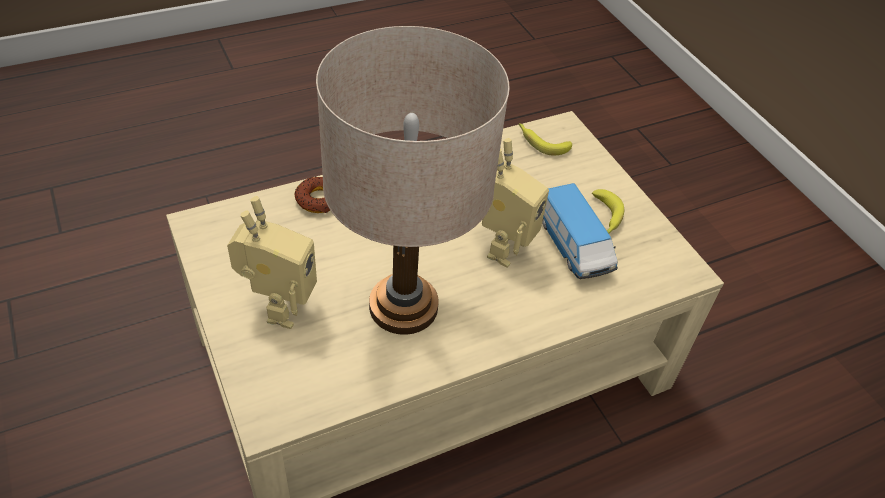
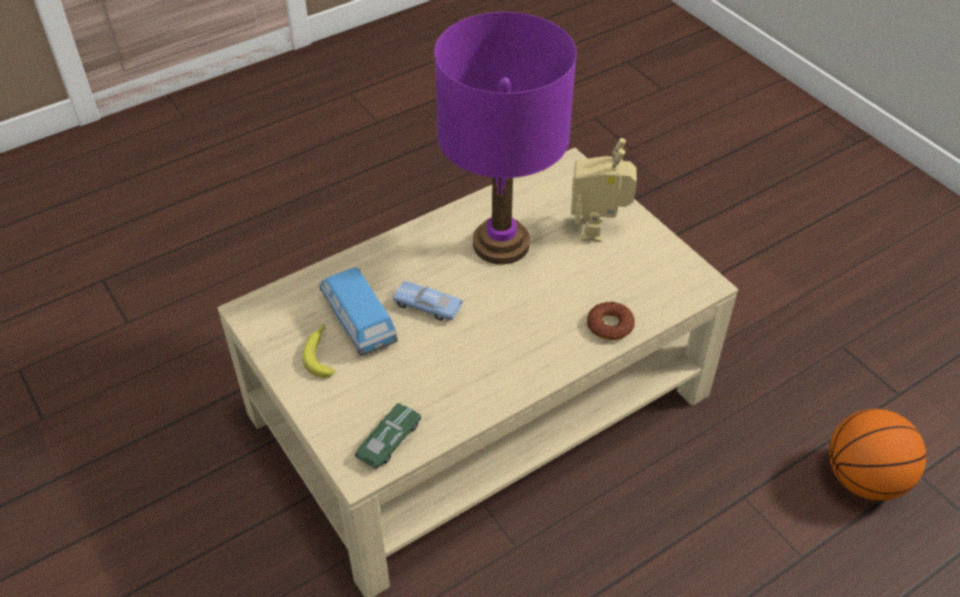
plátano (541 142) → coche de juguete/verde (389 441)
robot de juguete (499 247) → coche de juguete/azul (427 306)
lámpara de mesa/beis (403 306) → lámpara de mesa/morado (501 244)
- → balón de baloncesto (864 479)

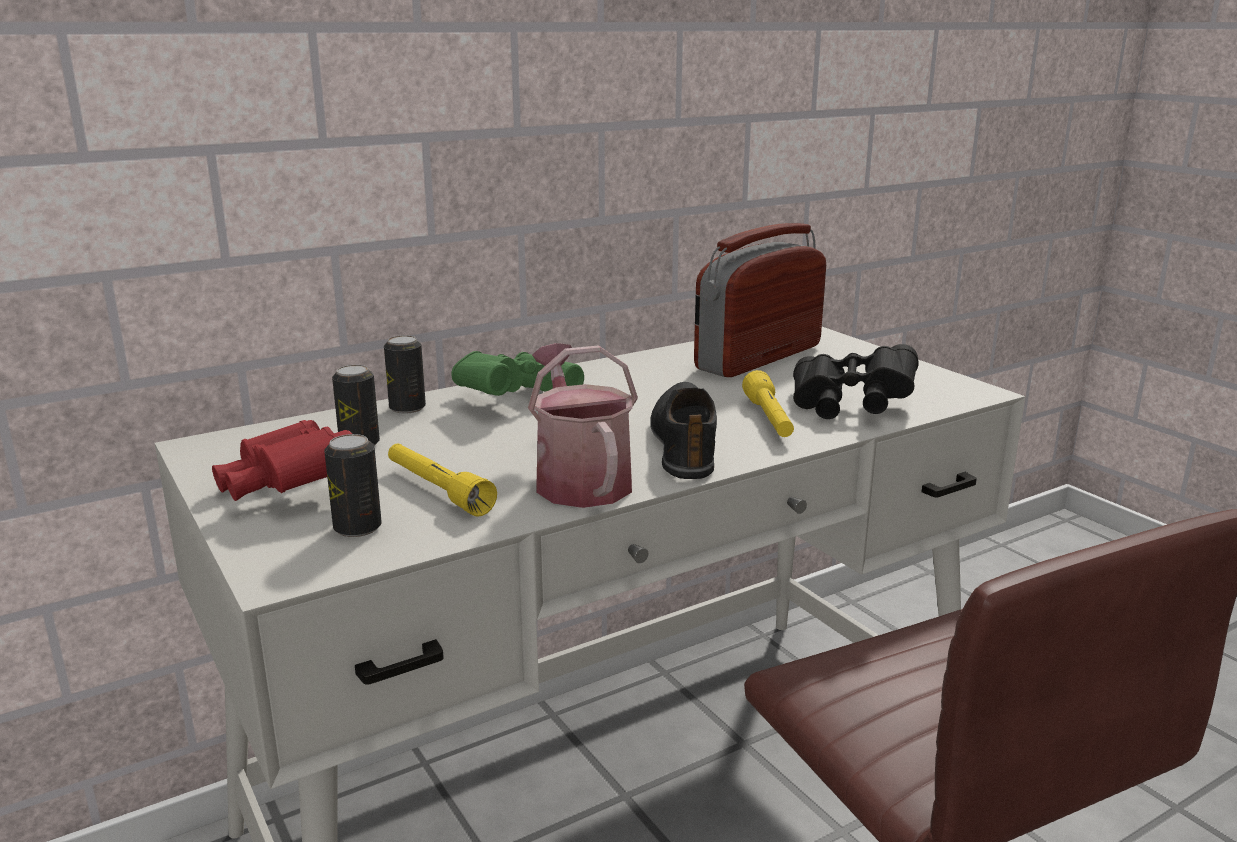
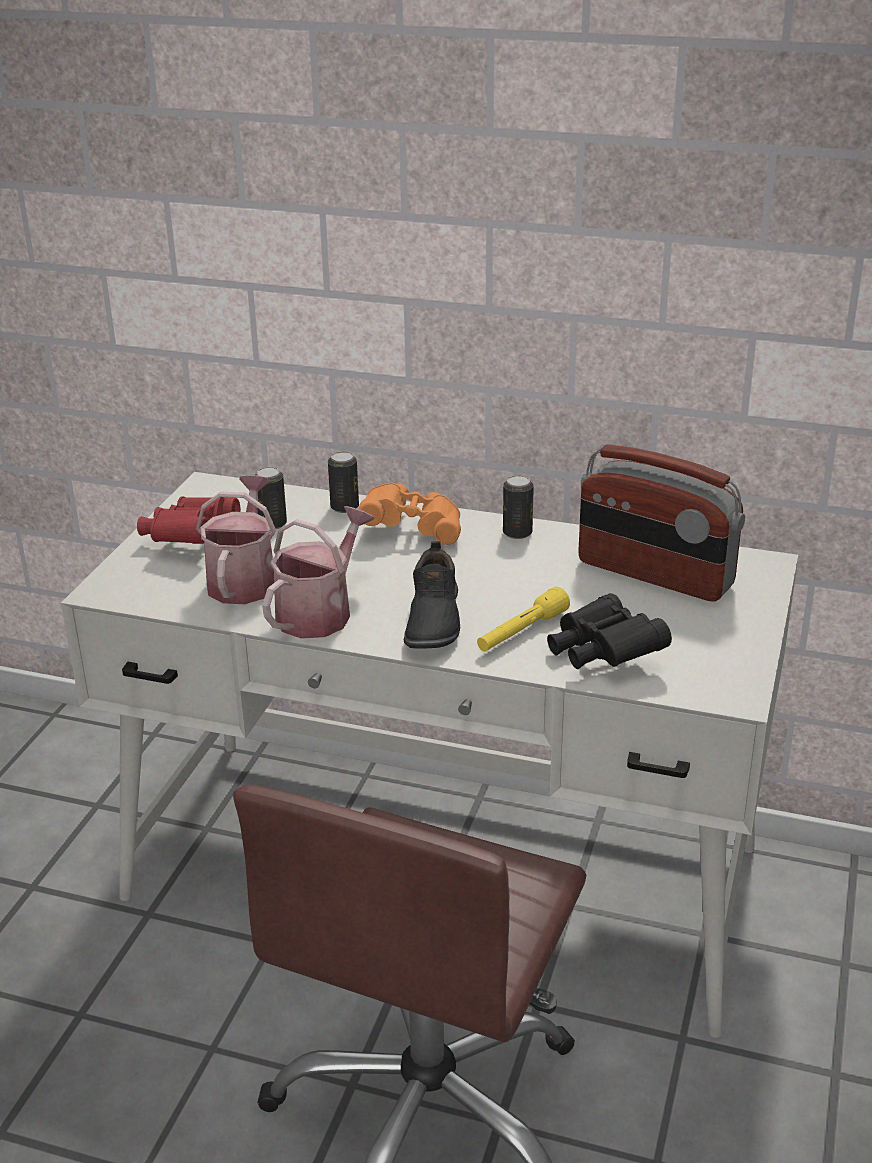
linterna/amarillo (438 490) → regadera (244 579)
prismáticos/verde (512 398) → prismáticos/naranja (413 529)
zapato/negro (686 441) → zapato/negro (432 620), 135 degrees clockwise
lata (357 528) → lata (517 533), relocated
radio (757 357) → radio (654 575), 150 degrees counterclockwise

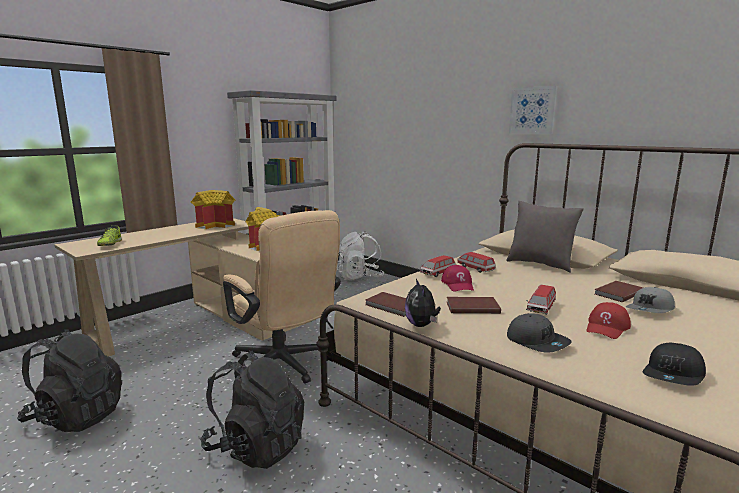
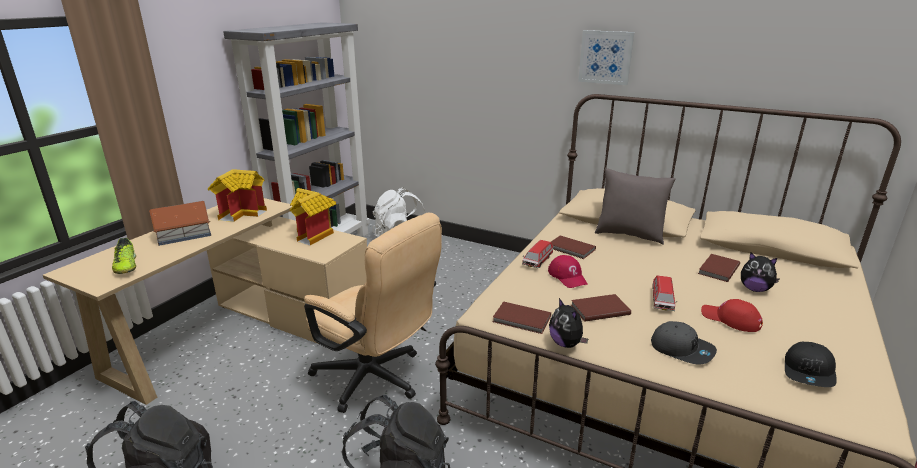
- → casita (183 234)
coche de juguete (475 268) → libro/marrón (571 249)
gorra/rojo (607 327) → gorra/rojo (730 319), 105 degrees clockwise
gorra/gris (650 310) → peluche (754 289)

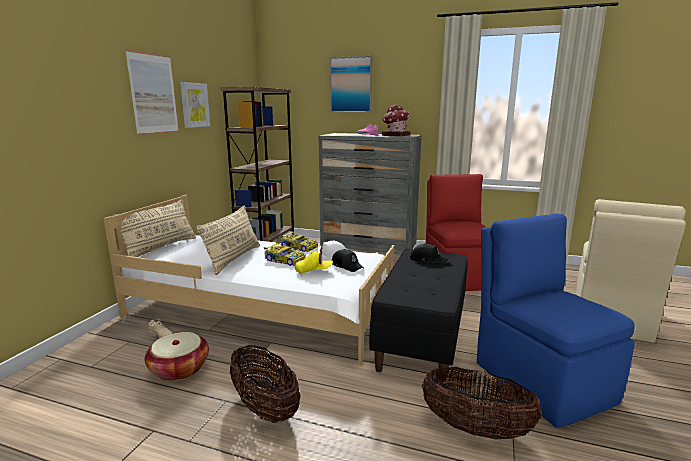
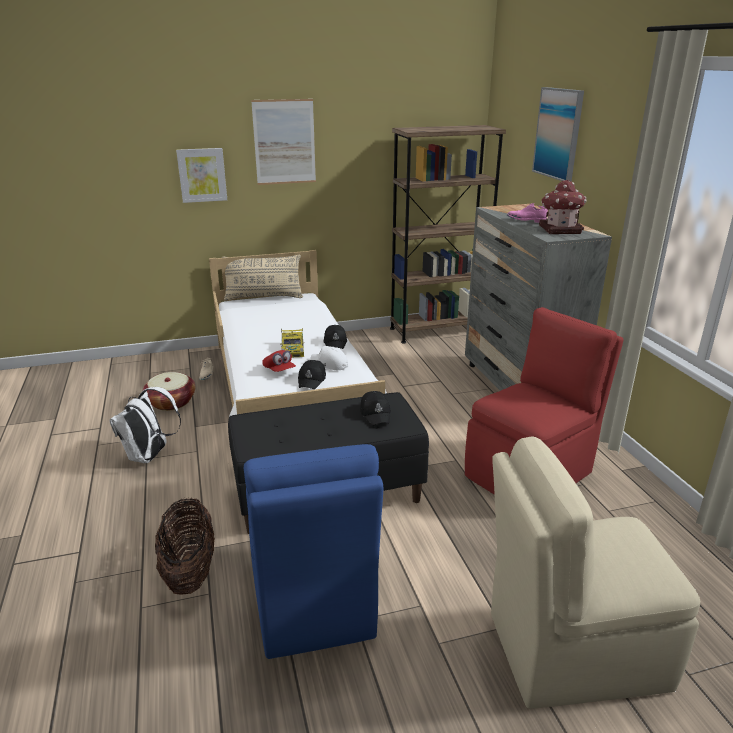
cesta (265 408) → mochila/blanco (149 456)
cuadro (194 105) → cuadro (202 175), relocated
silla/azul (540 380) → silla/azul (311 599), 135 degrees clockwise
gorra/amarillo (314 271) → gorra/rojo (279 370)
coche de juguete (298 247) → gorra/negro (335 342)
cojín/beis (234 259) → -

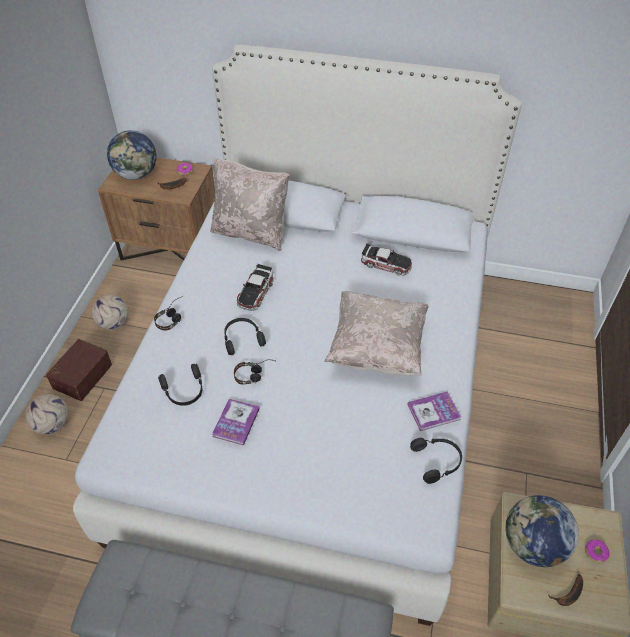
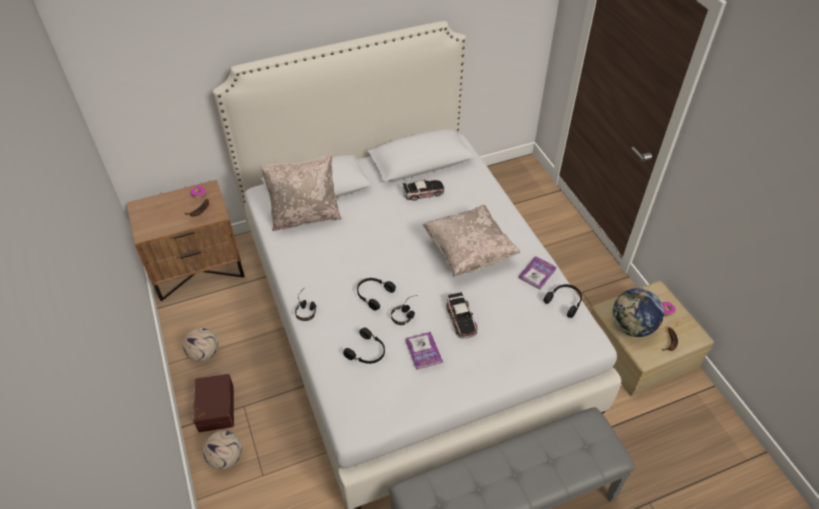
coche de juguete (255 292) → coche de juguete (461 319), relocated
globo terráqueo (137 175) → -

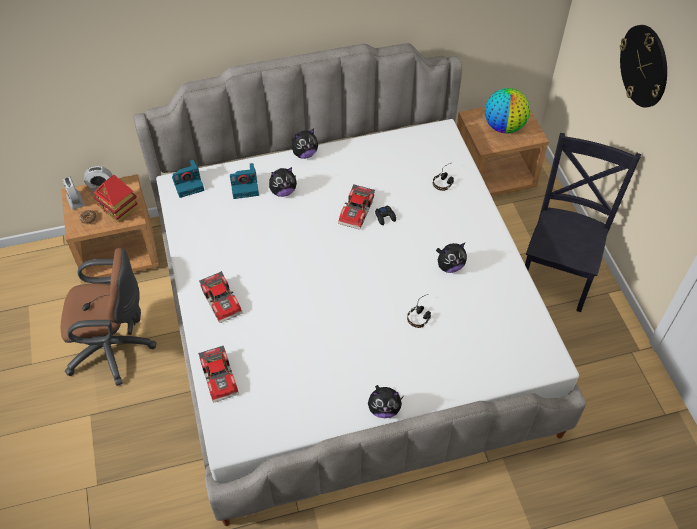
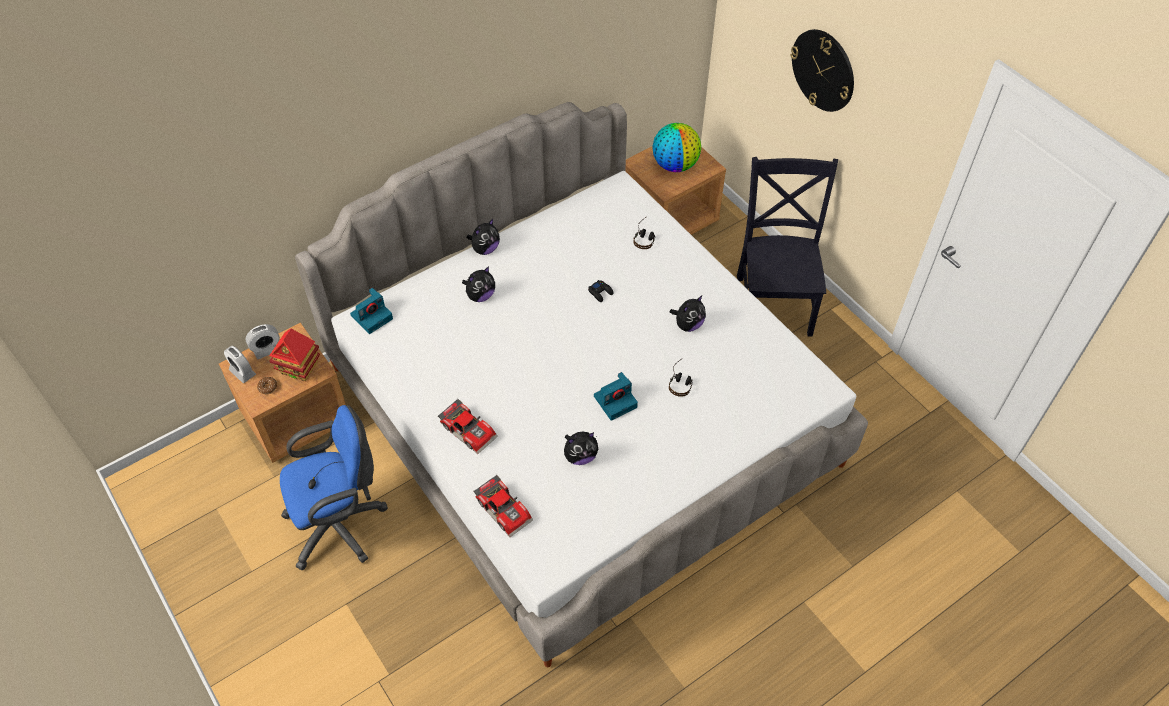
silla de oficina/marrón (115 348) → silla de oficina/azul (341 524)
peluche (384 409) → peluche (580 456), relocated
cámara (245 186) → cámara (616 401), relocated
coche de juguete (357 211) → -

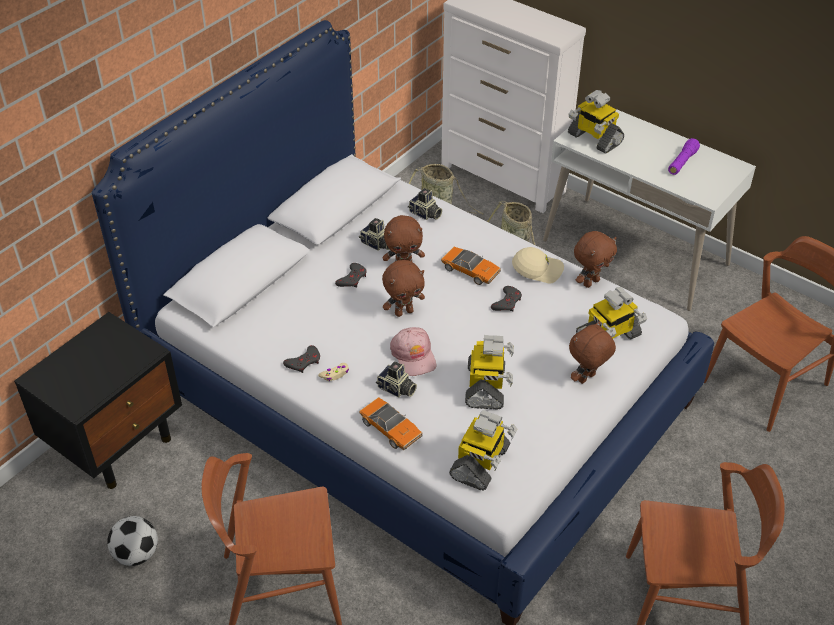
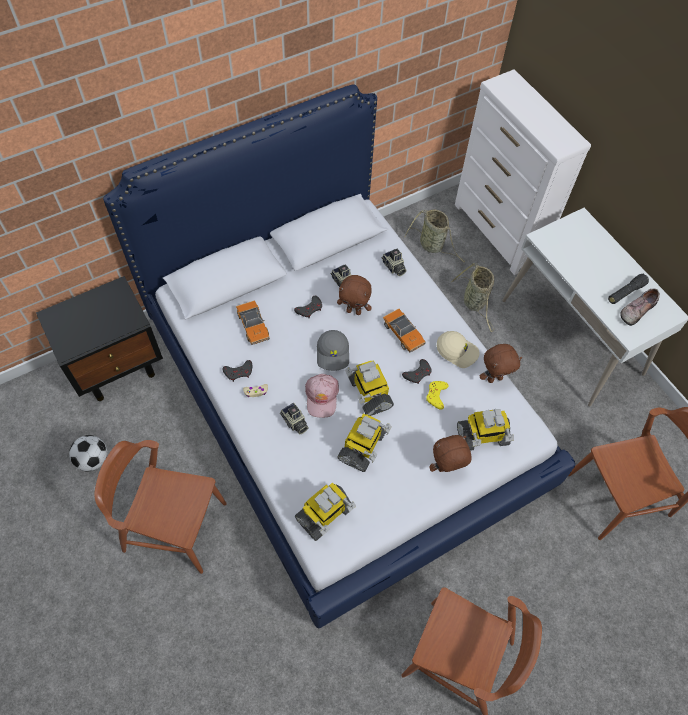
coche de juguete (391 429) → coche de juguete (253 326), relocated
peluche/marrón (404 312) → gorra/gris (333 354)
robot de juguete (594 139) → robot de juguete (369 393), relocated
- → mando de consola/amarillo (436 395)
linterna/morado (682 162) → linterna/negro (625 293)
- → zapato (636 309)

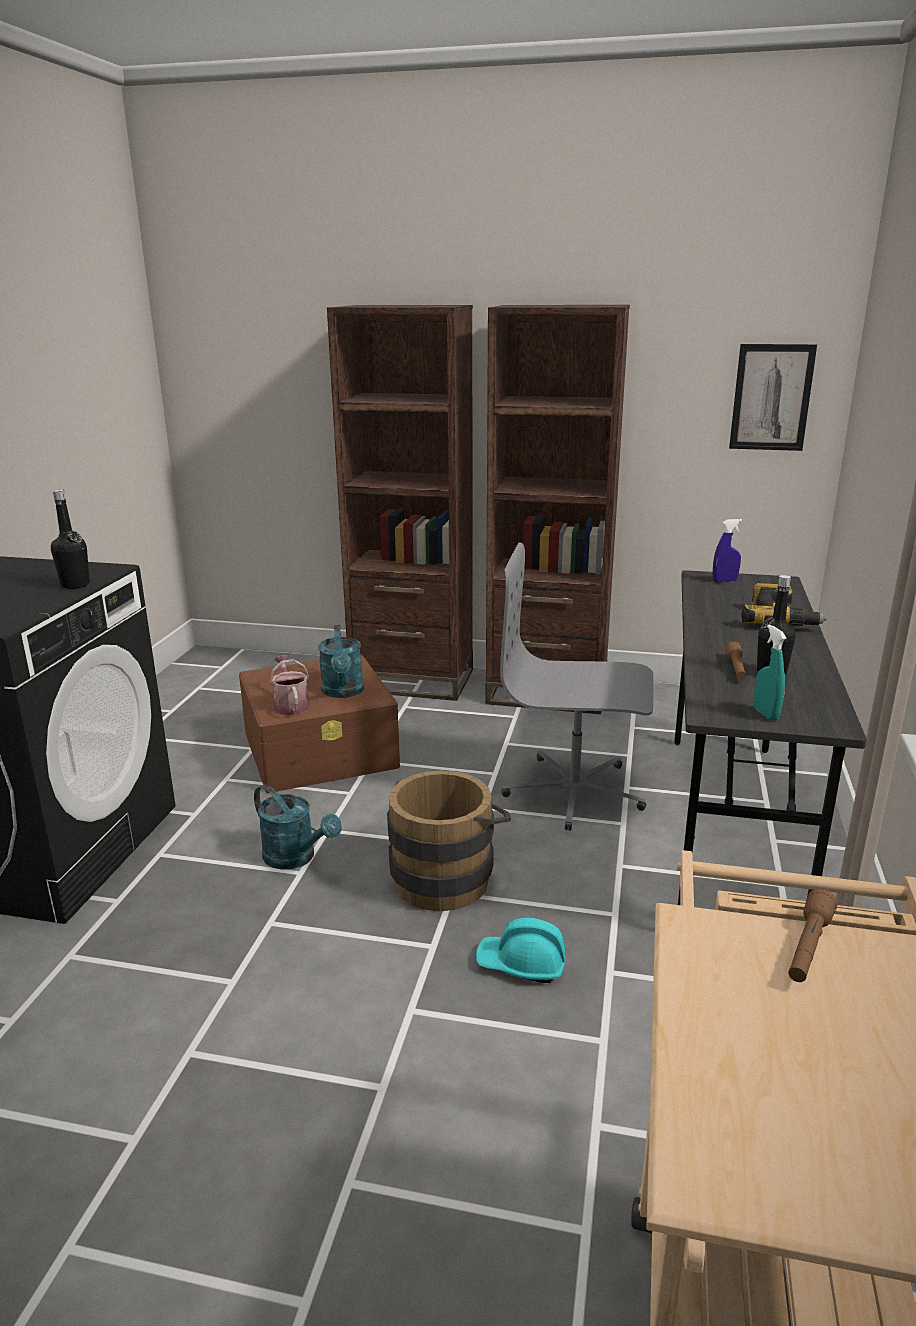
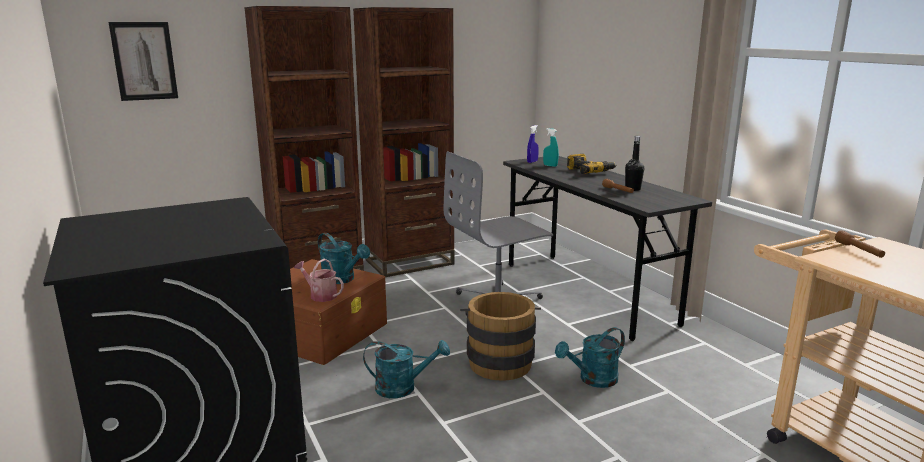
cuadro (771 397) → cuadro (144 61), relocated
pulverizador/turquesa (765 714) → pulverizador/turquesa (550 165), relocated
casco/turquesa (521 964) → regadera/turquesa (593 380)
botella/negro (75 585) → -

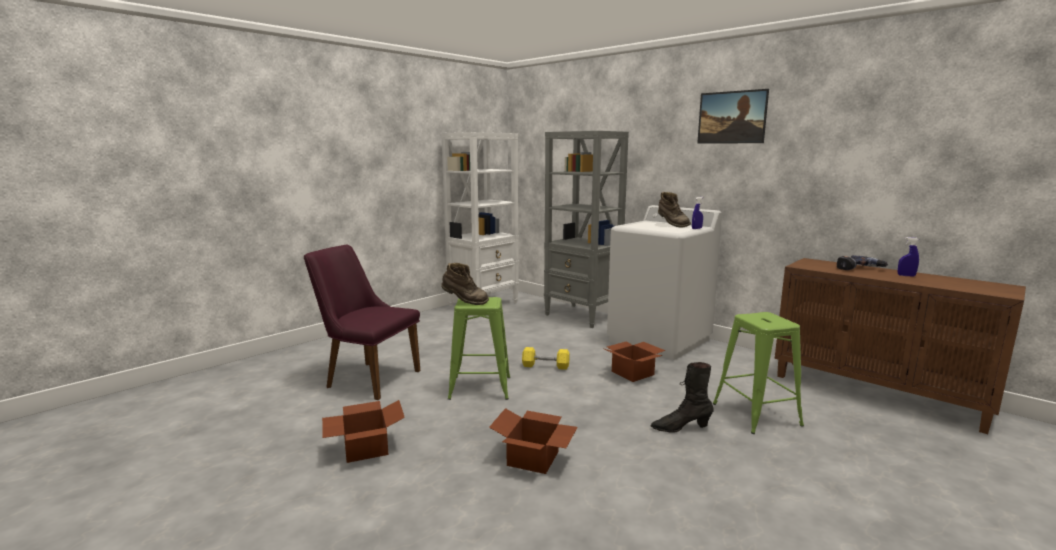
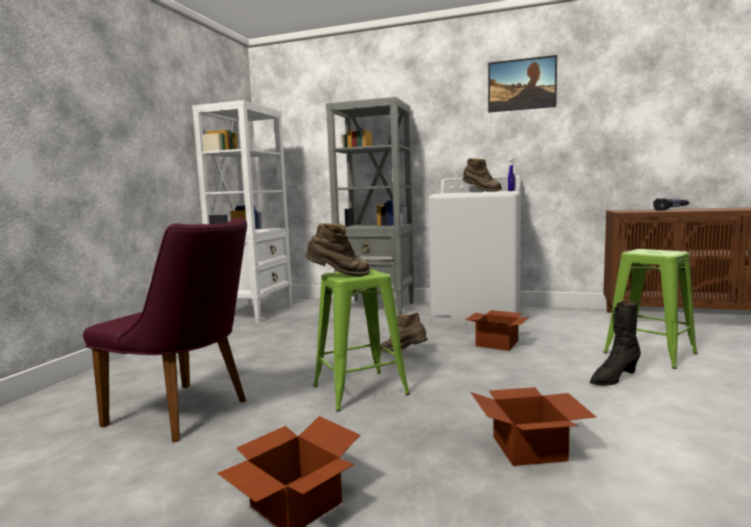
silla/morado (366 378) → silla/morado (188 413), 150 degrees counterclockwise
mancuerna/amarillo (545 366) → bota/marrón (403 354)
pulverizador/azul (906 275) → -

